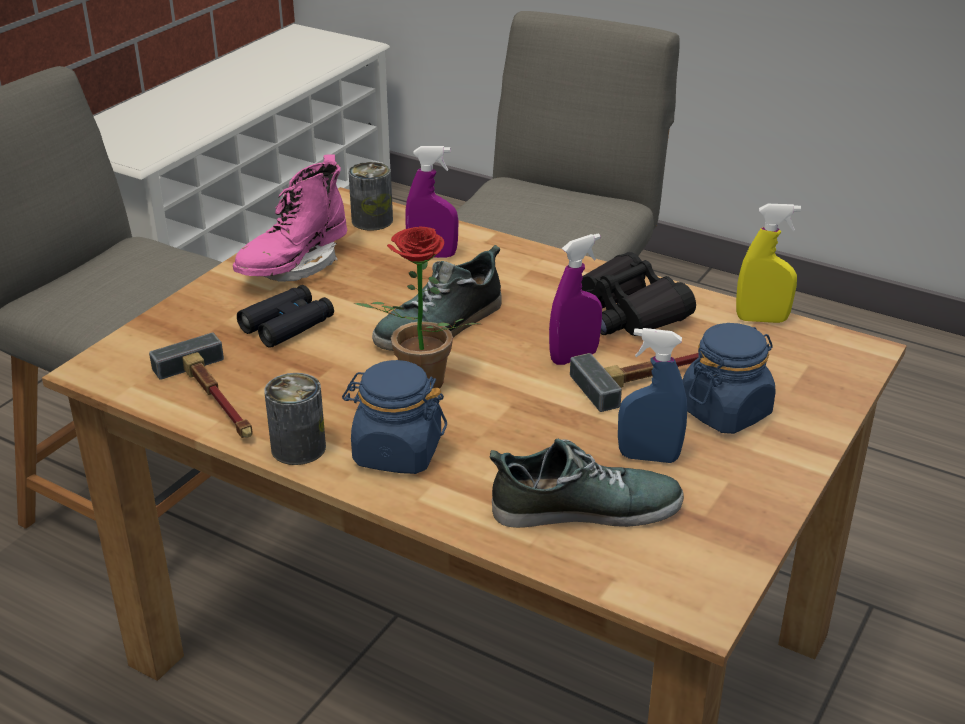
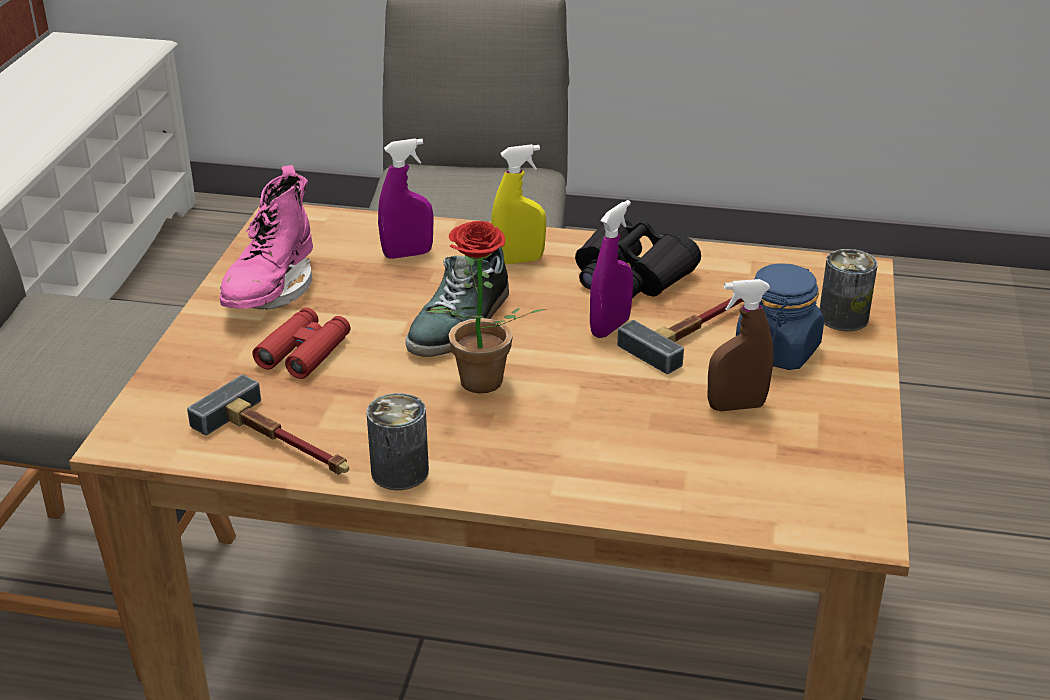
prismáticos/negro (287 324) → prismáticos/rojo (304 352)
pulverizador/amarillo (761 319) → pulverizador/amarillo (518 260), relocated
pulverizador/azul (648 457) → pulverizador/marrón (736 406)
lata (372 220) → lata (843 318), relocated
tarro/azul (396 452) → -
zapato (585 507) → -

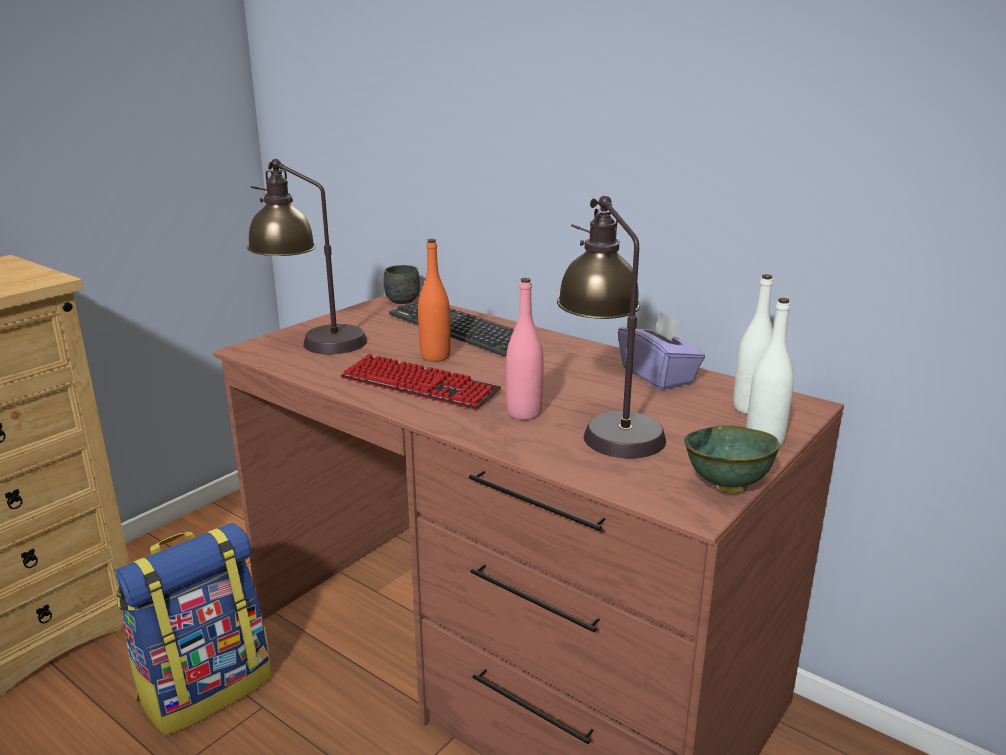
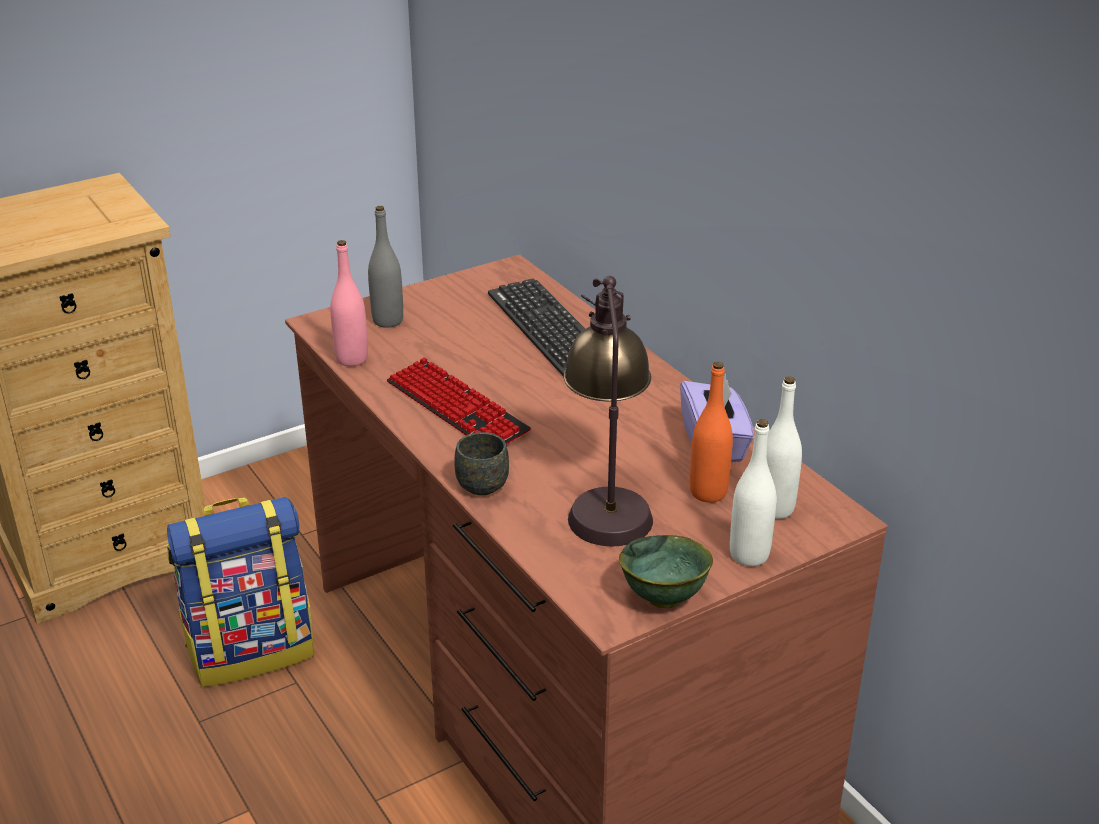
botella/rosa (524 413) → botella/rosa (352 359), relocated
lámpara de mesa (312 340) → botella/gris (388 321)
taza grande/gris (402 299) → taza grande/gris (484 481), relocated
botella/naranja (435 356) → botella/naranja (708 492), relocated

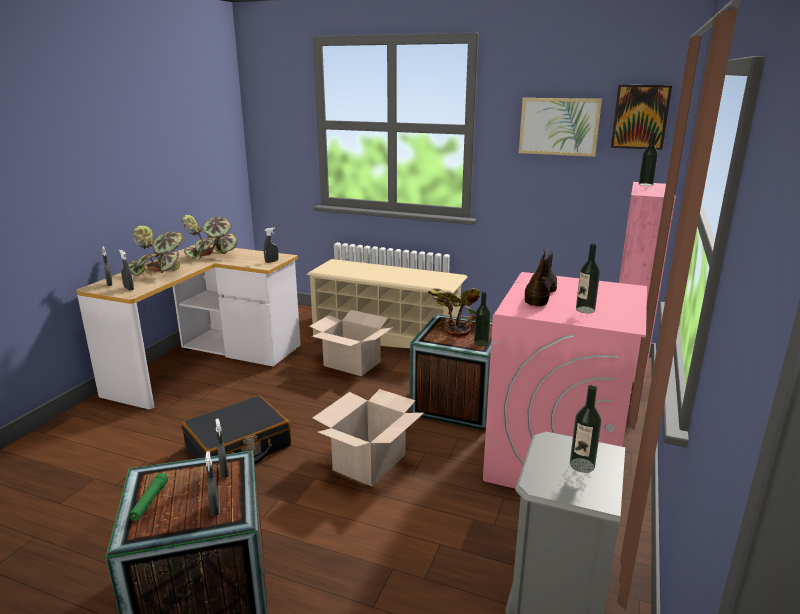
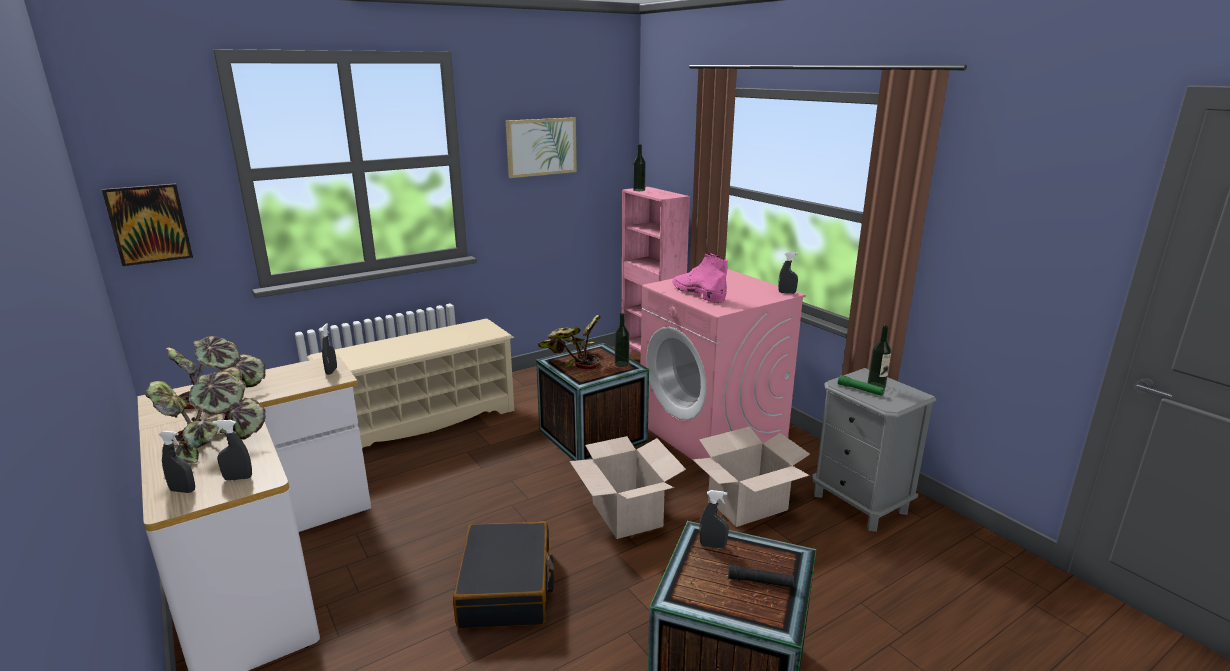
cuadro (640 117) → cuadro (149 224), relocated
bota/marrón (540 293) → bota/rosa (697 293)
caja de cartón (352 363) → caja de cartón (747 504), relocated
- → linterna/negro (760 582)
pulverizador/gris (215 509) → pulverizador/gris (787 293), relocated
linterna/verde (149 501) → linterna/verde (860 390), relocated
botella (585 310) → -

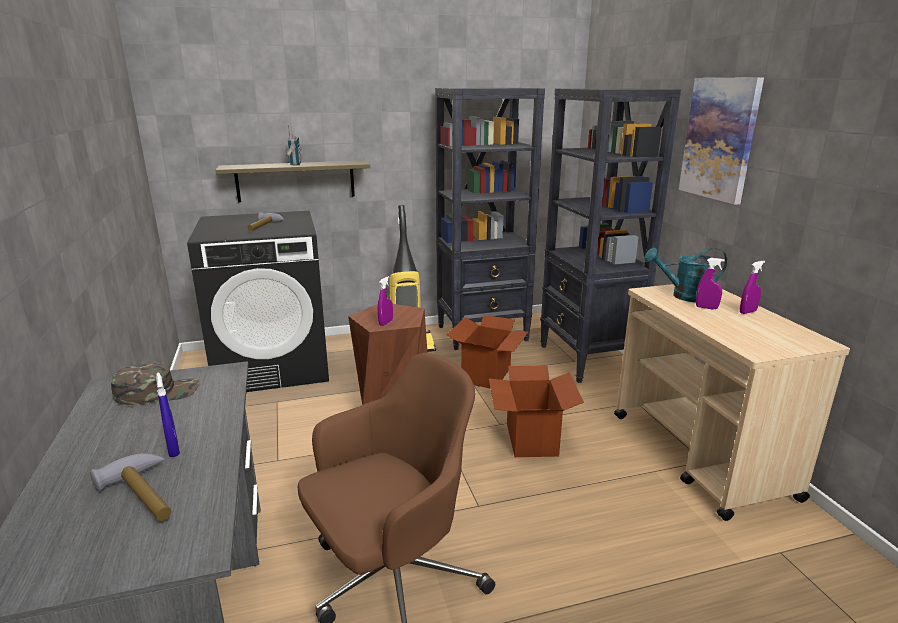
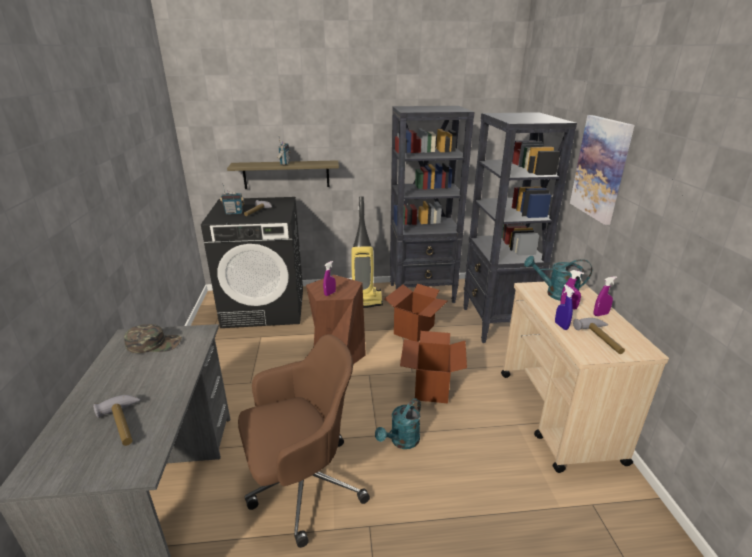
- → radio (234 213)
- → regadera/turquesa (401 441)
pulverizador/azul (173 449) → pulverizador/azul (561 326), relocated
- → martillo (602 339)

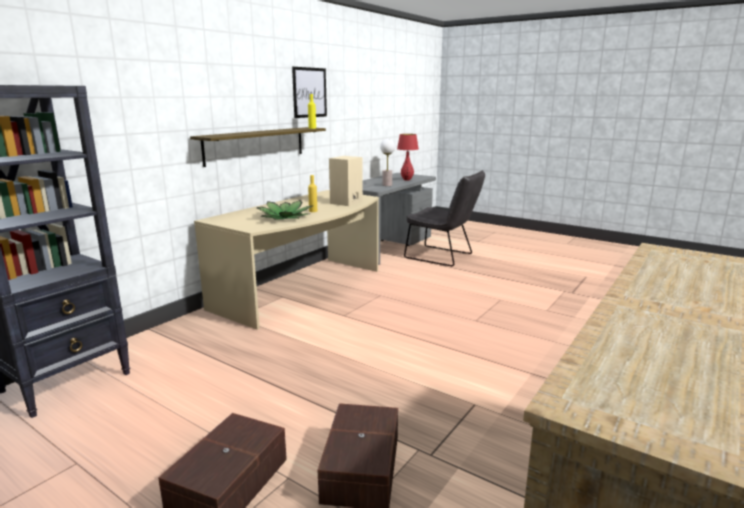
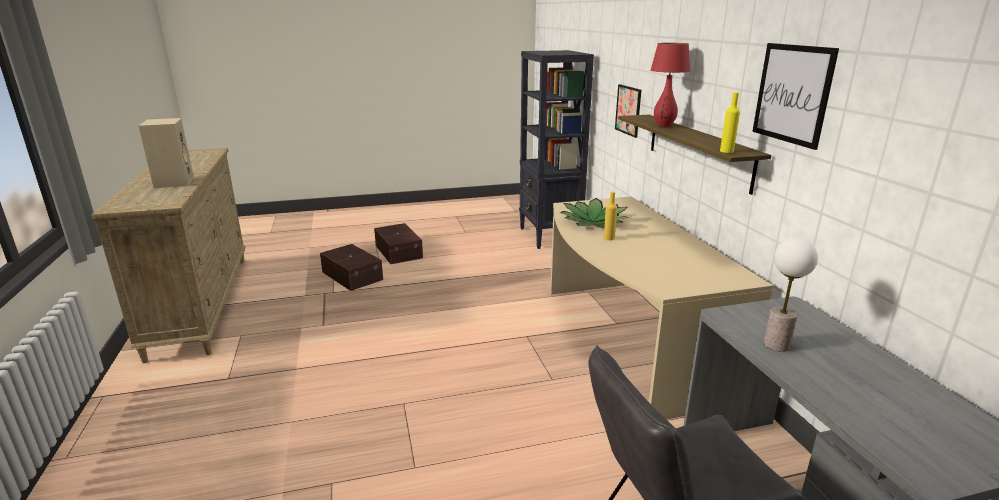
altavoz/beis (346 202) → altavoz/beis (173 182), relocated
- → cuadro (628 110)
lámpara de mesa/rojo (407 180) → lámpara de mesa/rojo (663 126), relocated

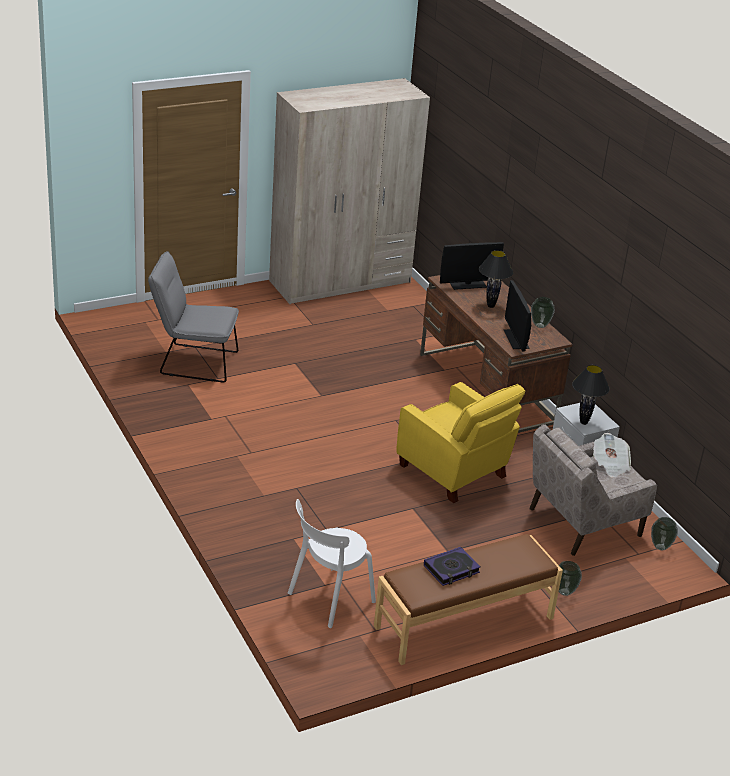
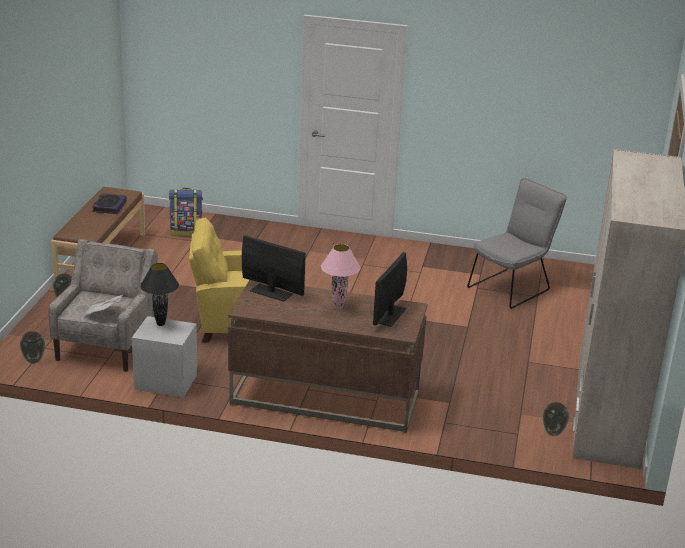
silla/blanco (328 599) → mochila (186 232)
lámpara de mesa/negro (491 306) → lámpara de mesa/rosa (338 308)
florero (540 326) → florero (552 433), relocated

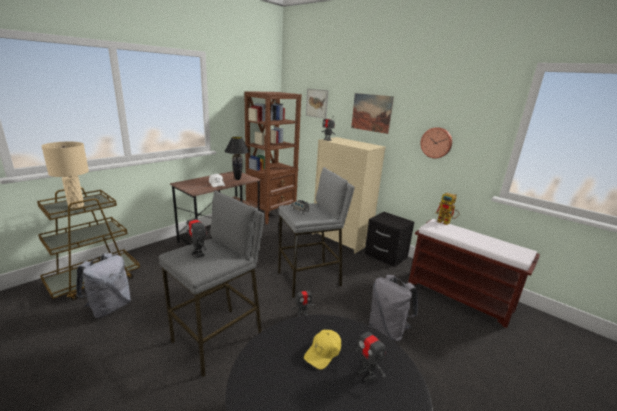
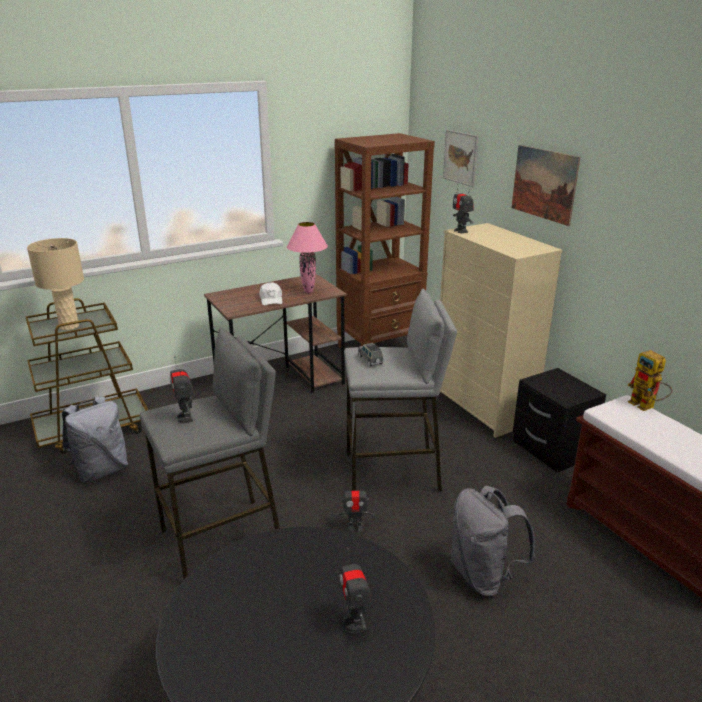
lámpara de mesa/negro (237 179) → lámpara de mesa/rosa (308 291)
gorra/amarillo (323 353) → -
reloj de pared (436 142) → -

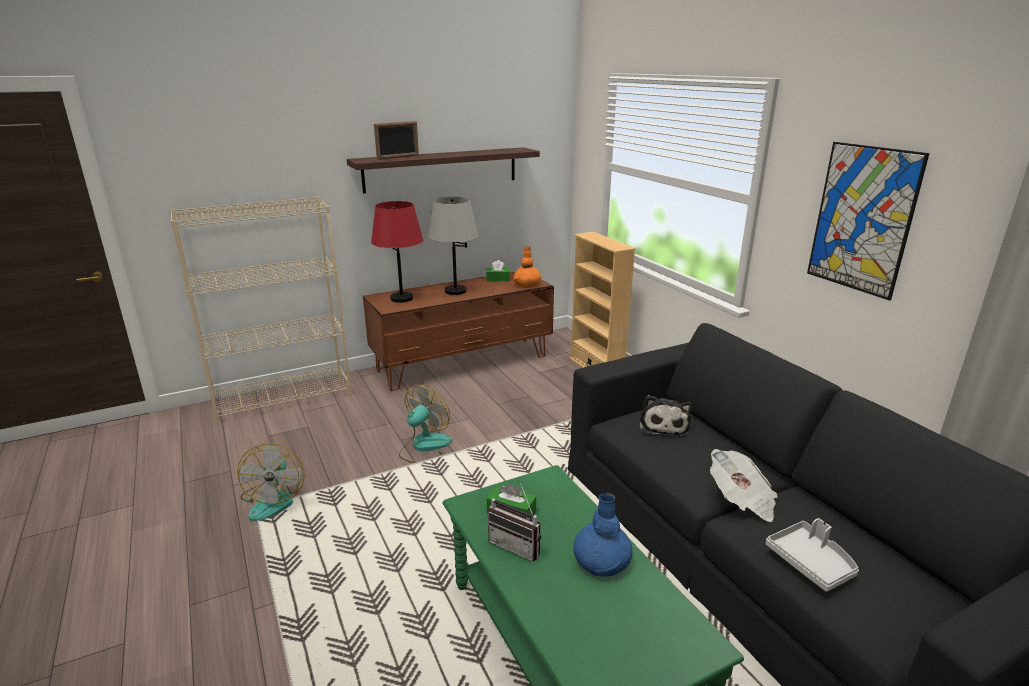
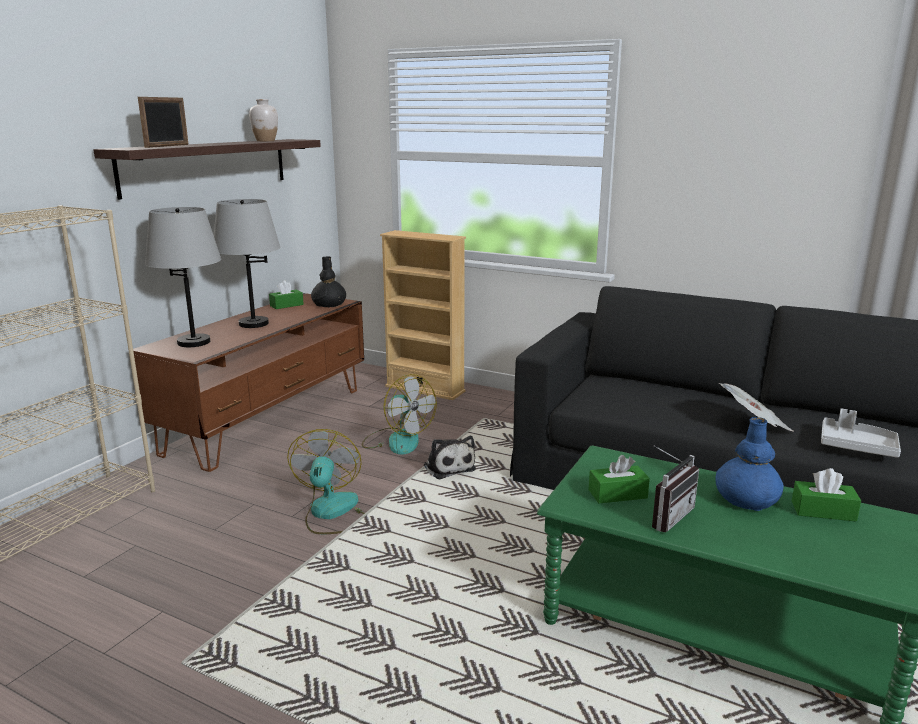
lámpara de mesa/rojo (402 298) → lámpara de mesa/gris (194 342)
- → florero/blanco (265 141)
florero/naranja (527 284) → florero/negro (329 304)
ventilador (274 500) → ventilador (397 440), relocated
peluche (663 425) → peluche (448 467), relocated
radio (518 545) → radio (666 515), 45 degrees counterclockwise
- → caja de pañuelos/verde (823 511)
cuadro (862 219) → -

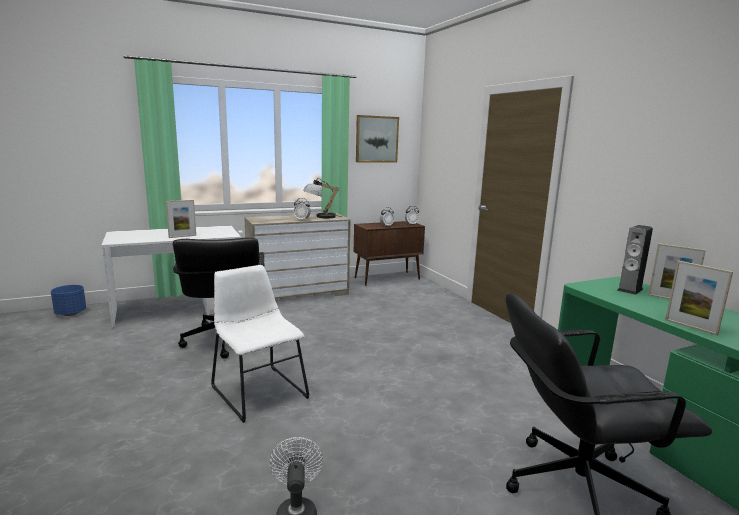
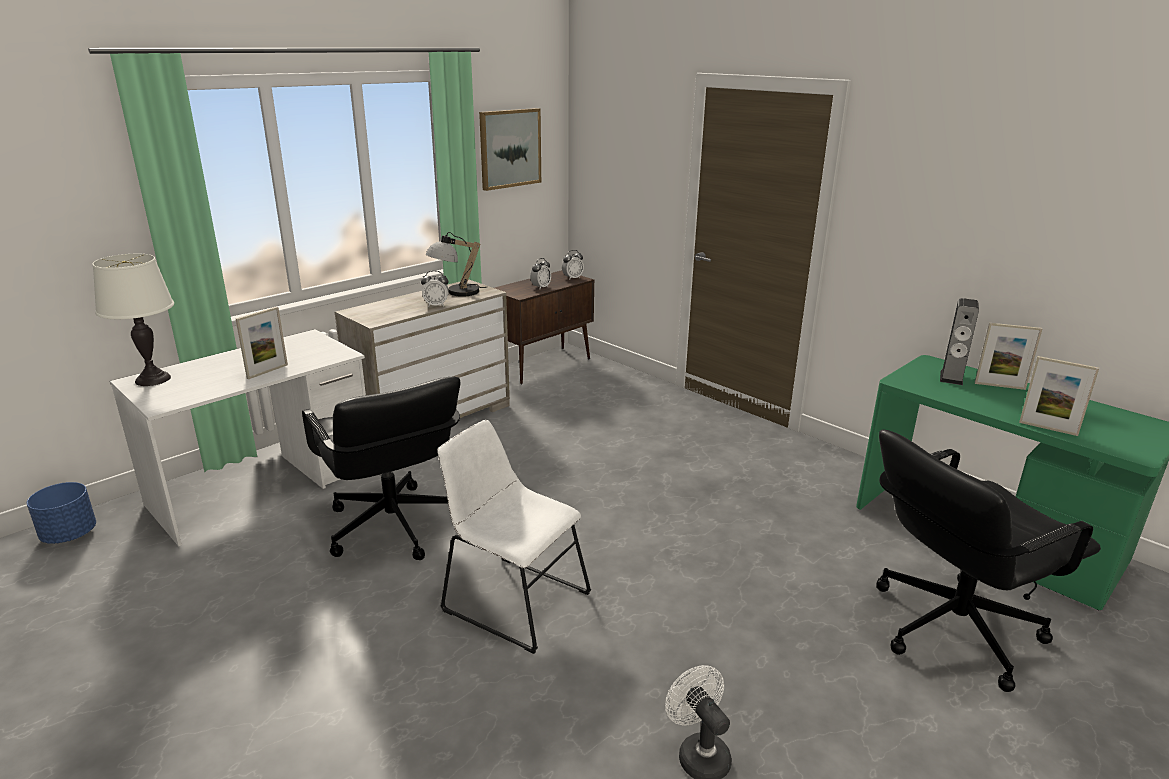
- → lámpara de mesa/blanco (152 379)

